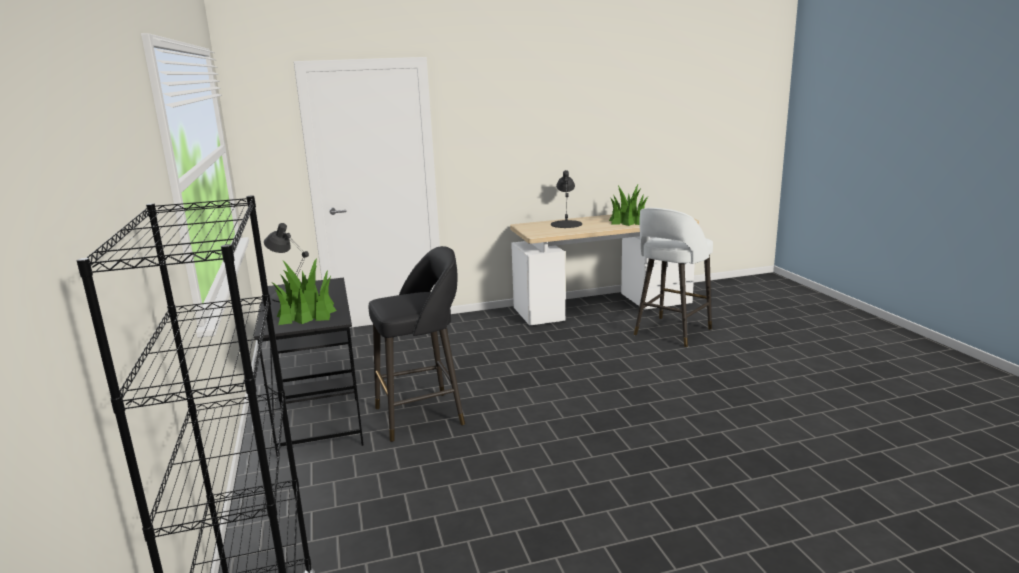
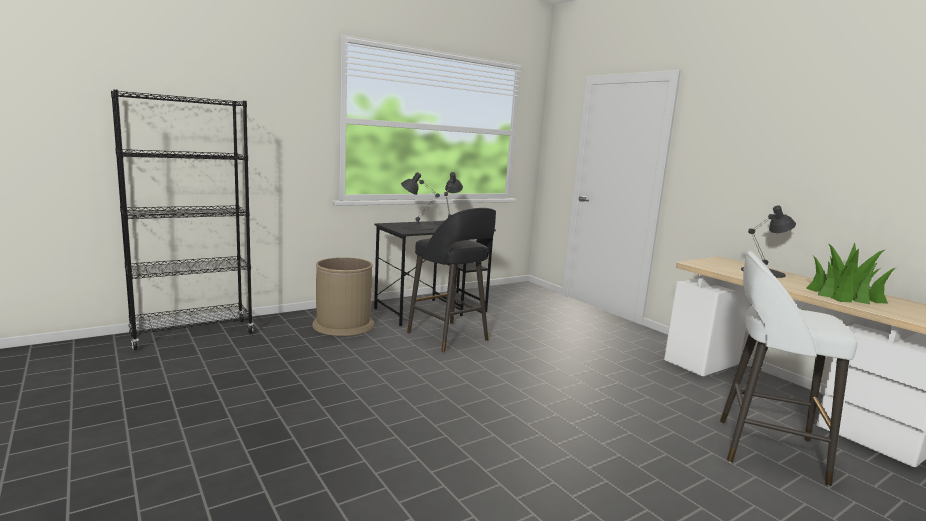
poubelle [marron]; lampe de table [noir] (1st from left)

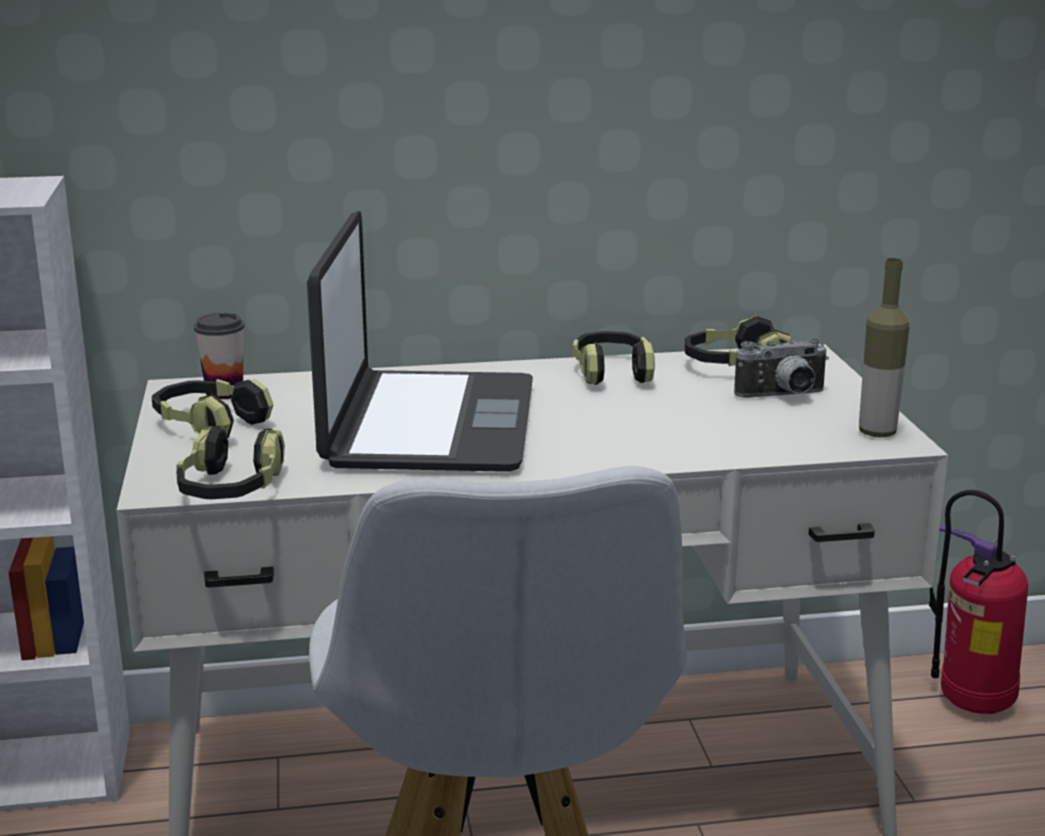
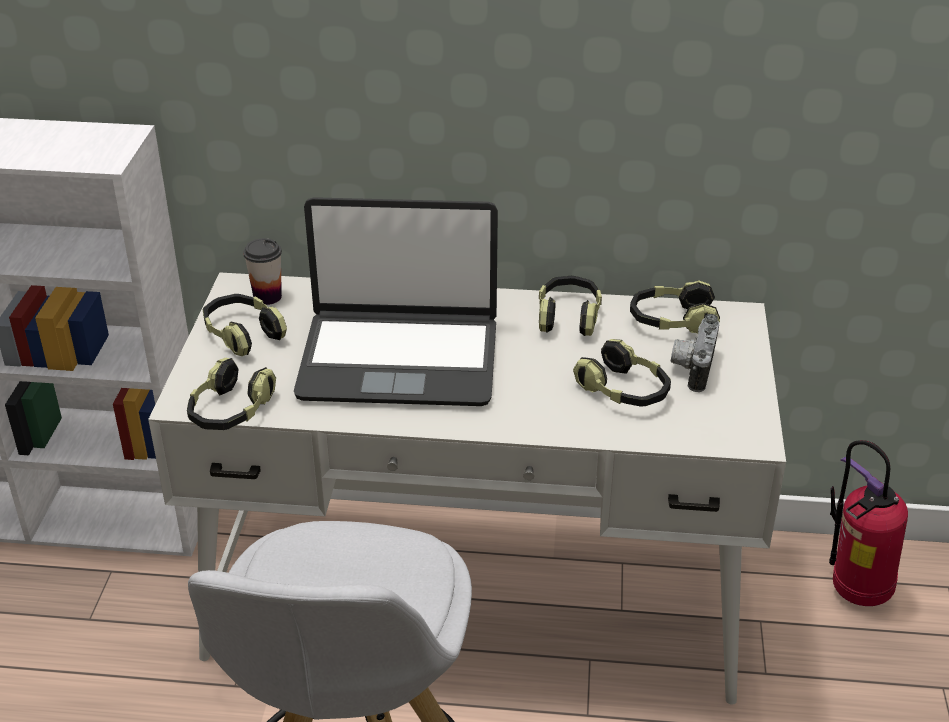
bouteille; casque audio (4th from left); ordinateur portable; appareil photo

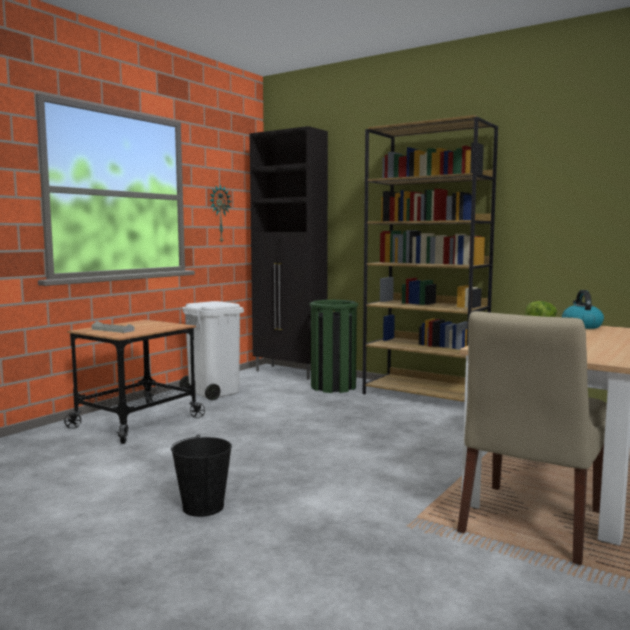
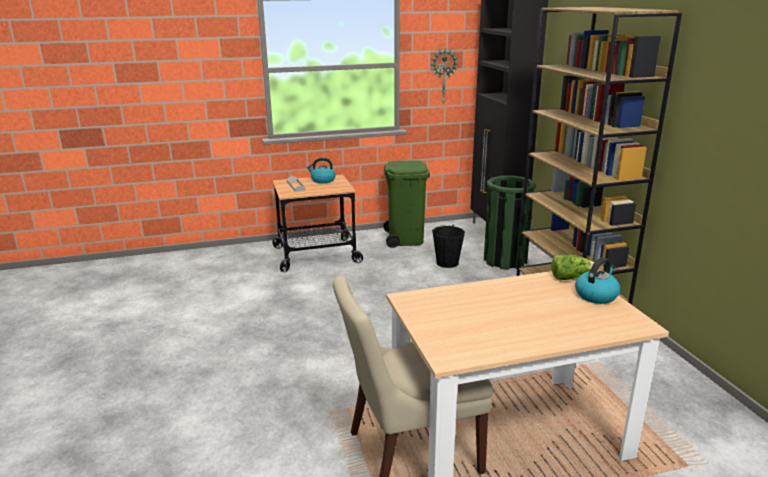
bouilloire (1st from left); seau [noir]; poubelle [vert] (1st from left)

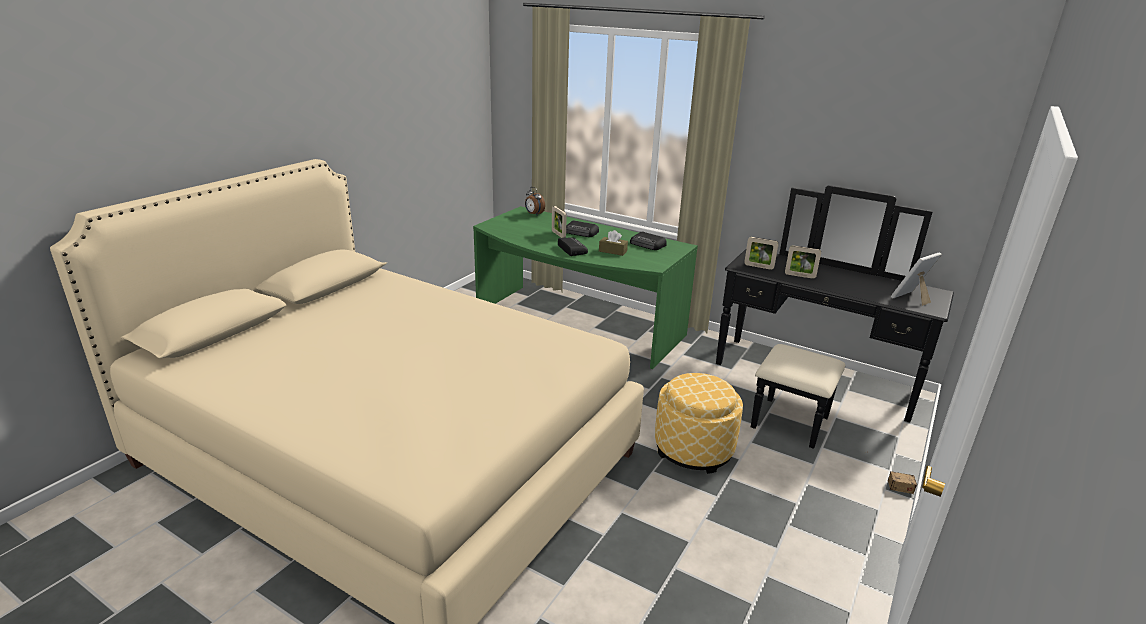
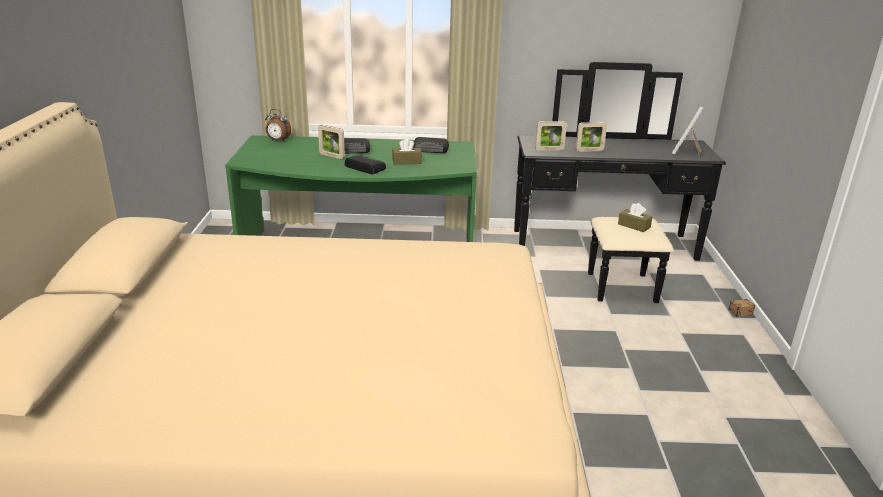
pouf; boîte à mouchoirs [marron] (2nd from left)

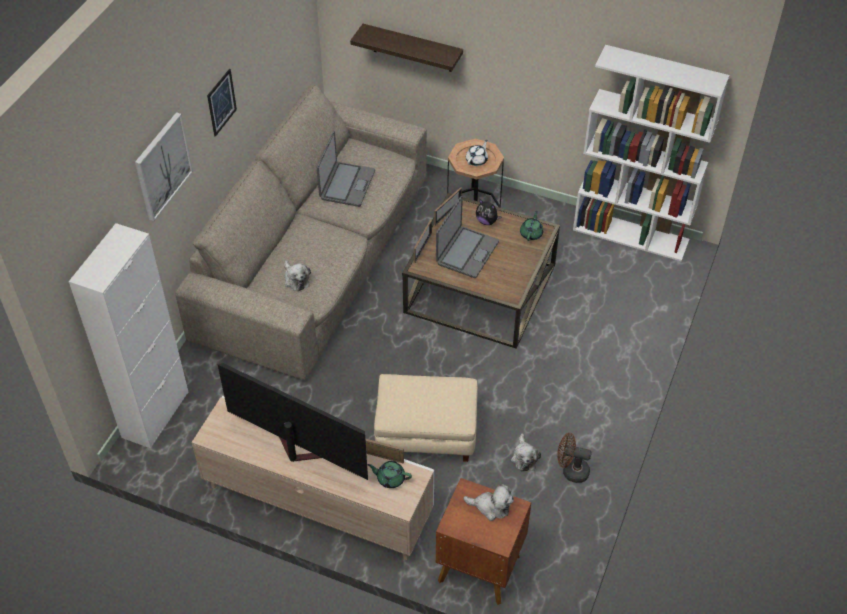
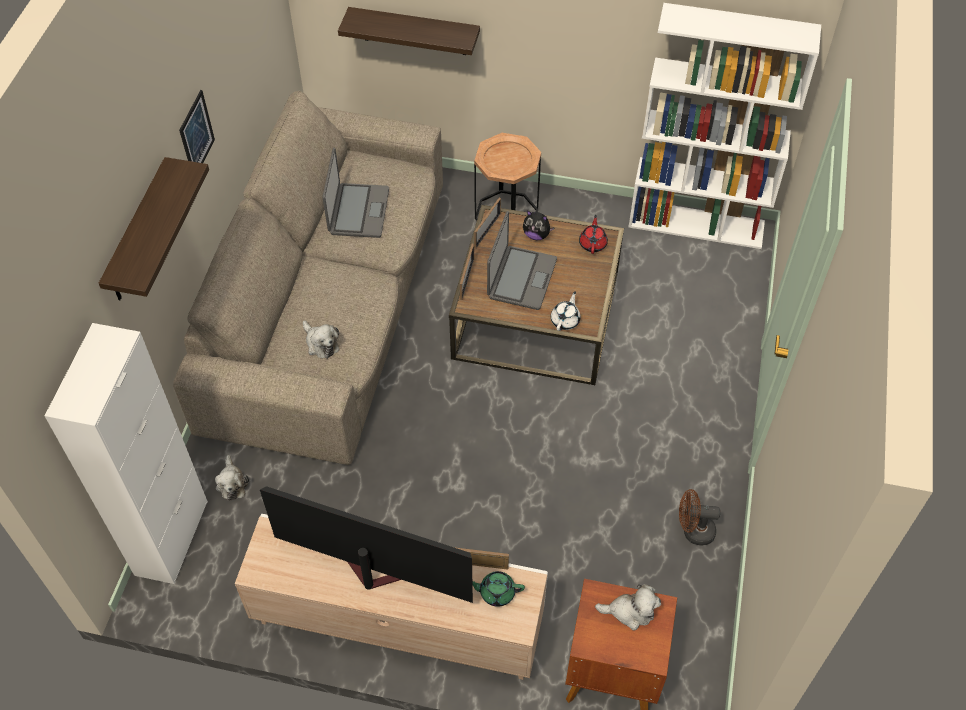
pouf [beige]; théière [blanc]; peluche (1st from left); étagère (1st from left); théière [rouge]

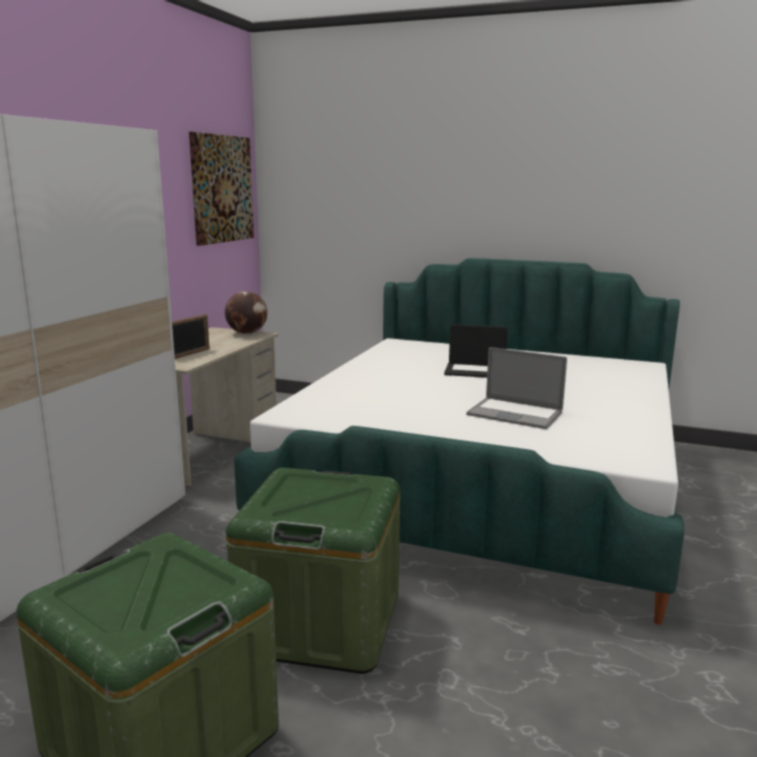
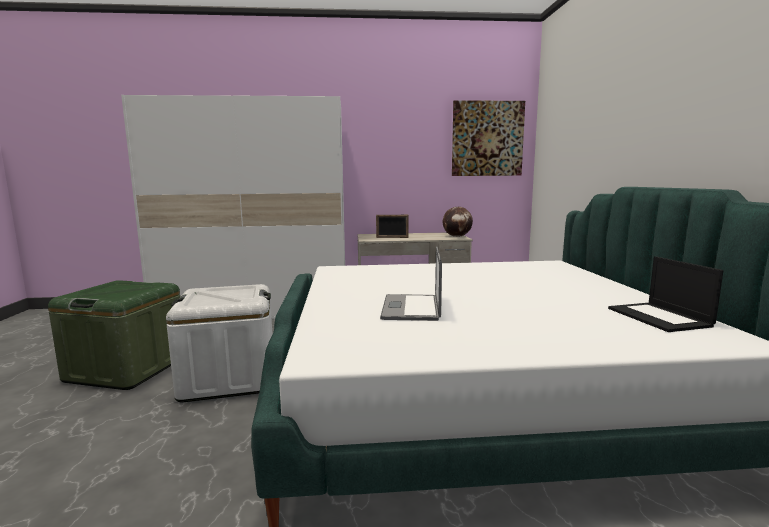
ordinateur portable (2nd from left); boîte de rangement [blanc]

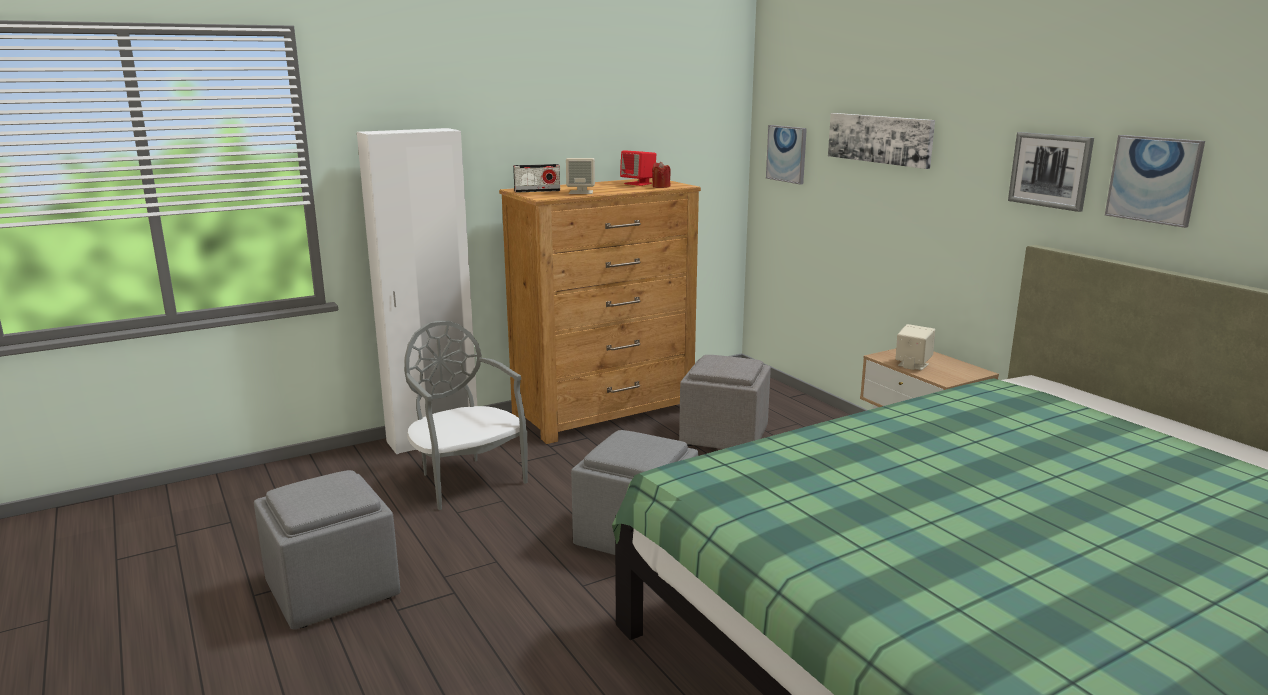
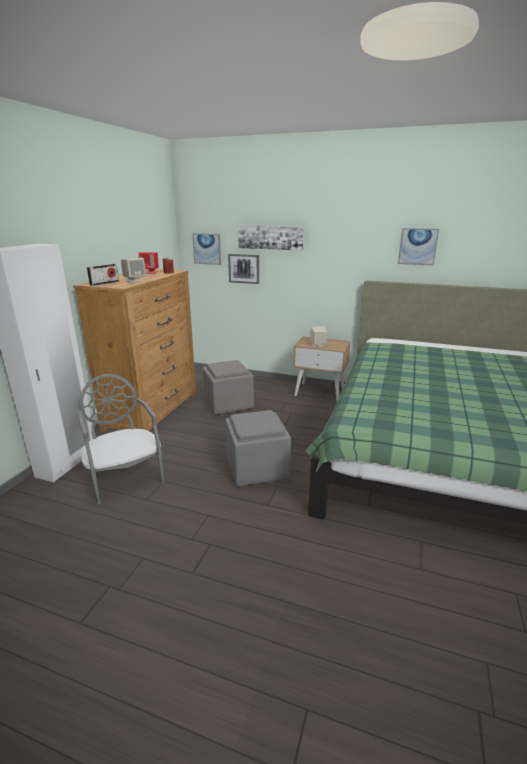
pouf [gris] (1st from left in the first image); tableau (2nd from left); chaise [gris]

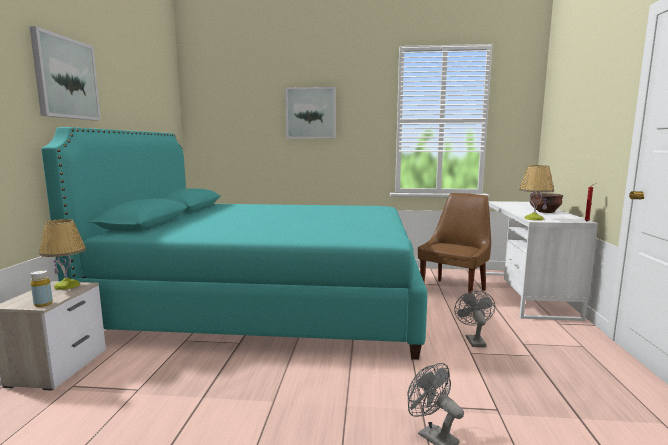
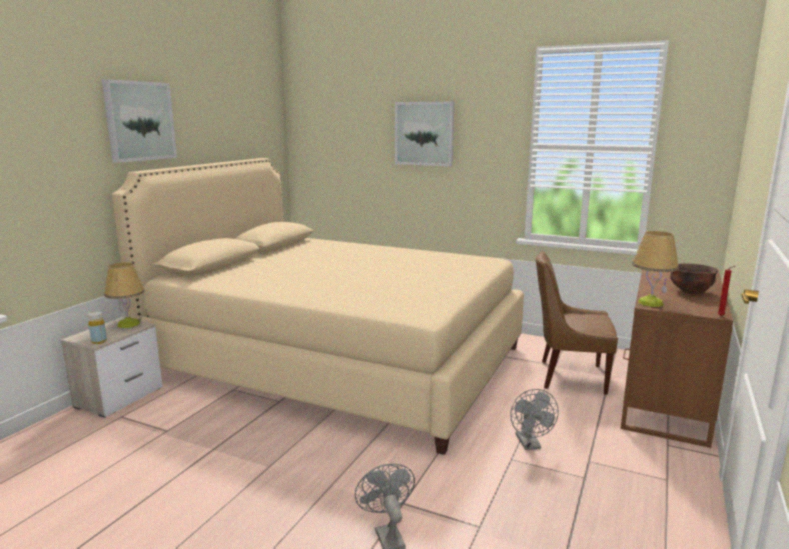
lit [beige]; bureau [marron]; chaise [marron]; ventilateur [gris] (2nd from left)

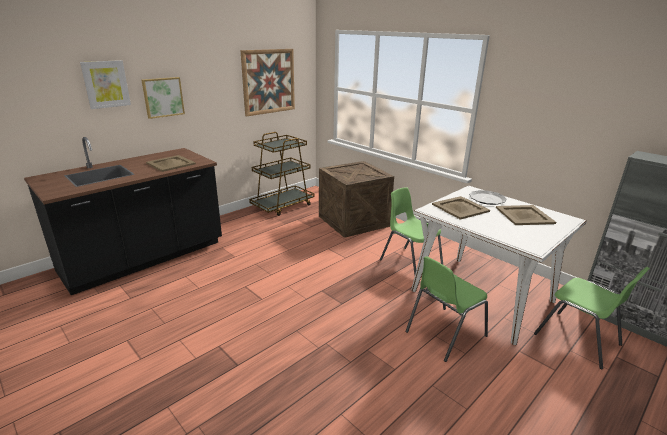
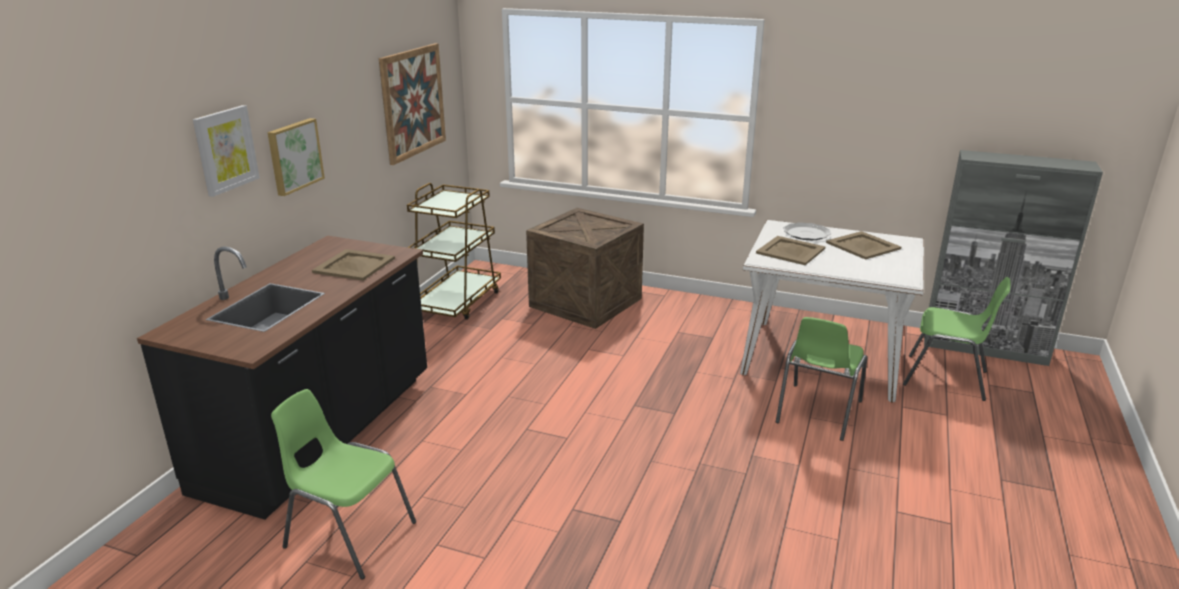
chaise [vert] (1st from left)

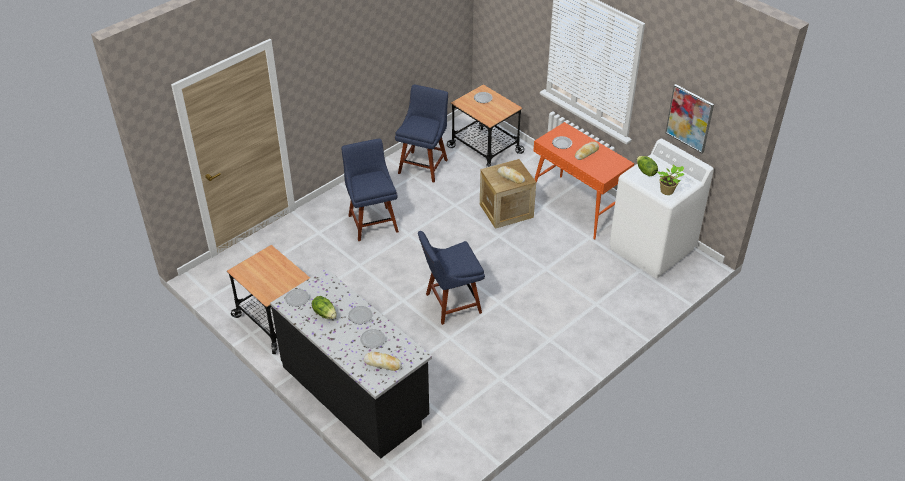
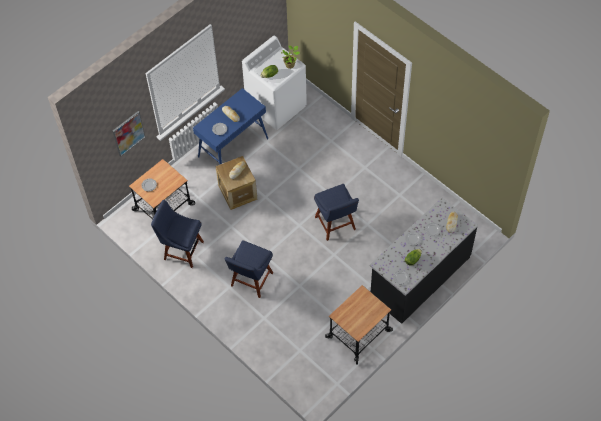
tableau; table console [bleu]; chaise [bleu] (2nd from left)

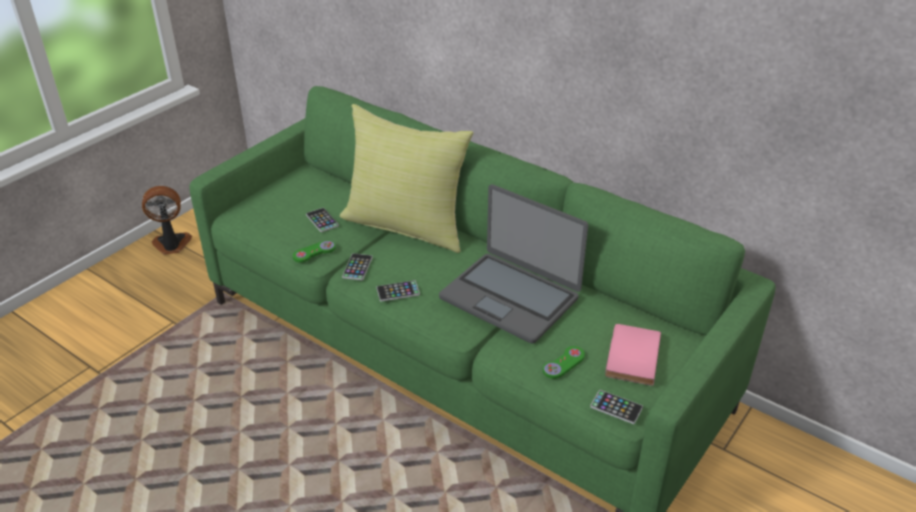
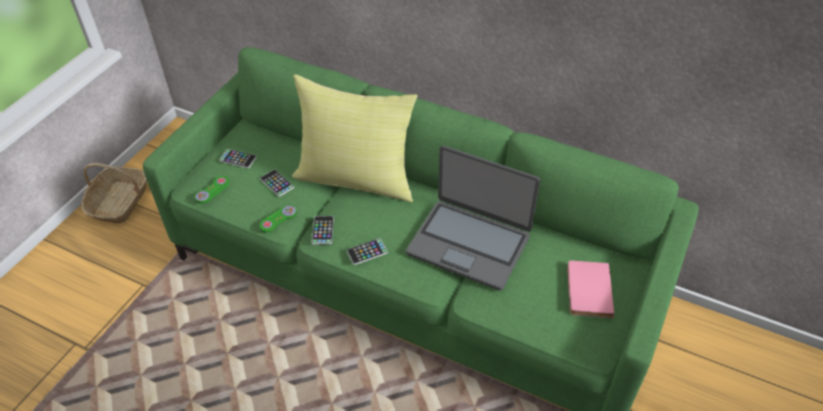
manette [vert] (1st from left); téléphone (1st from left); panier

